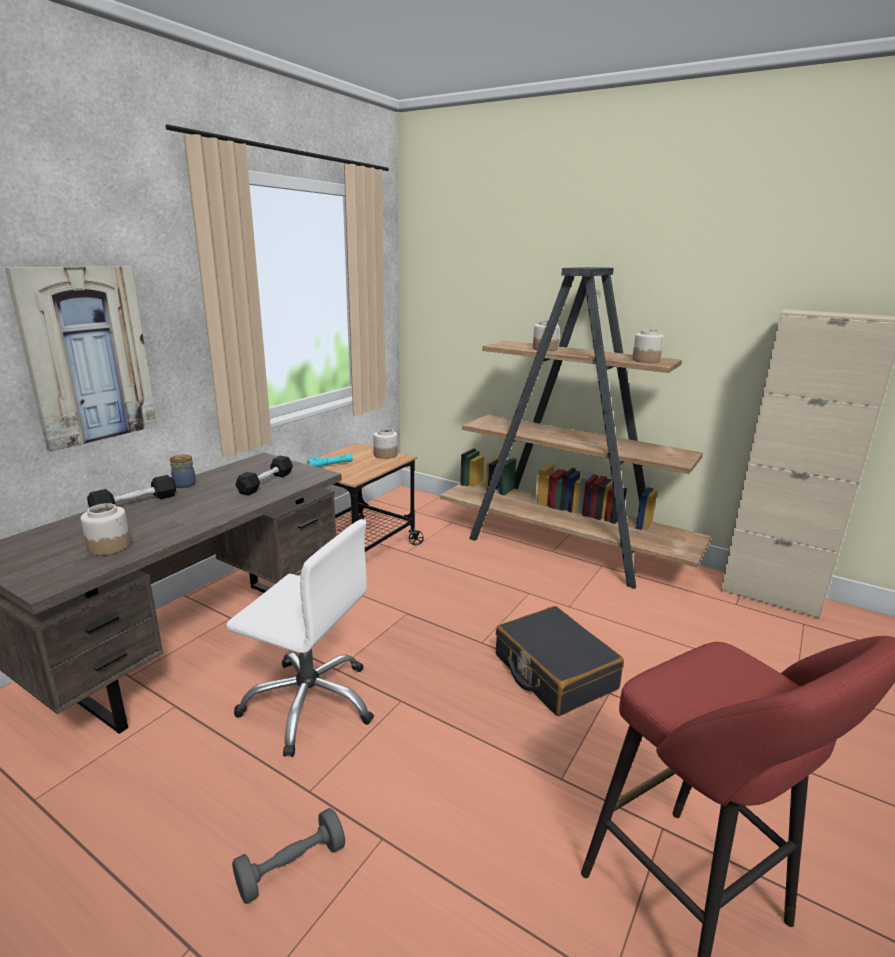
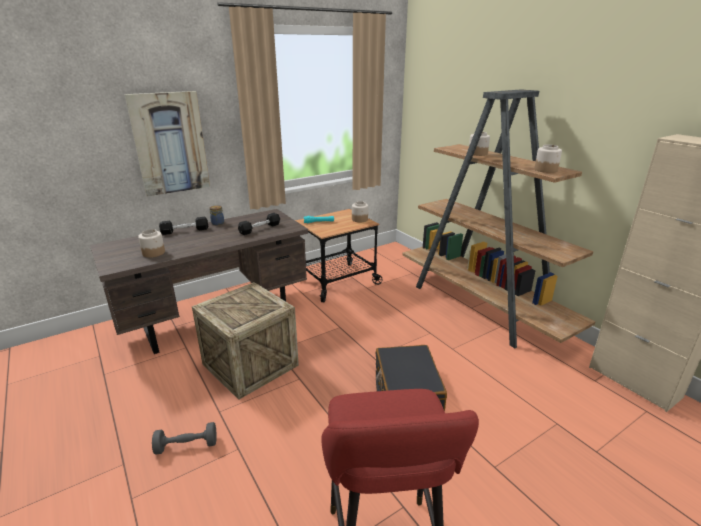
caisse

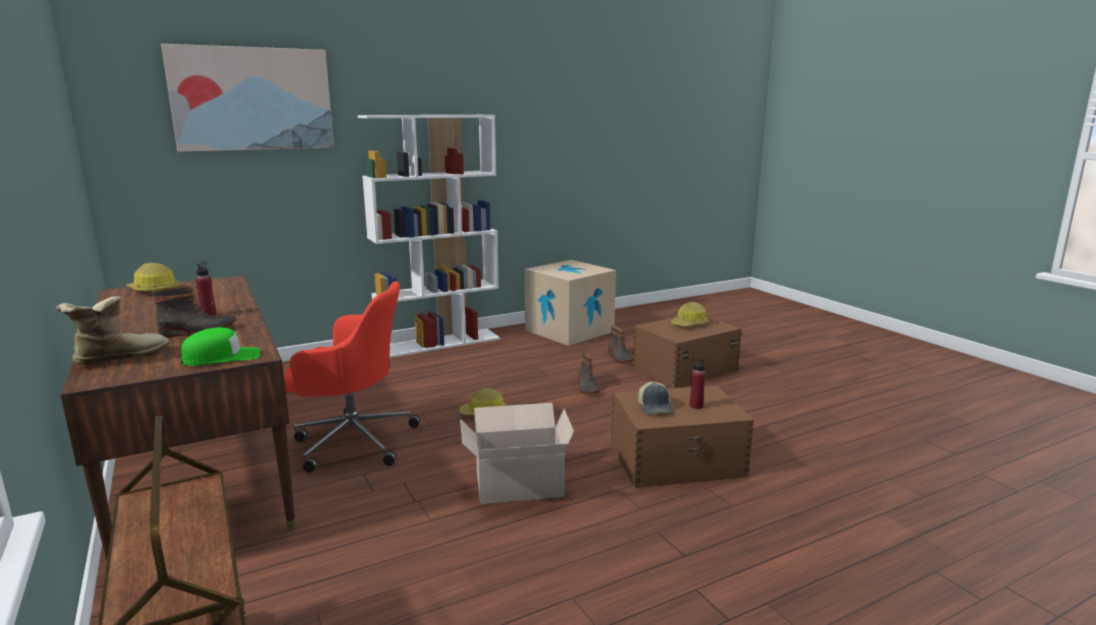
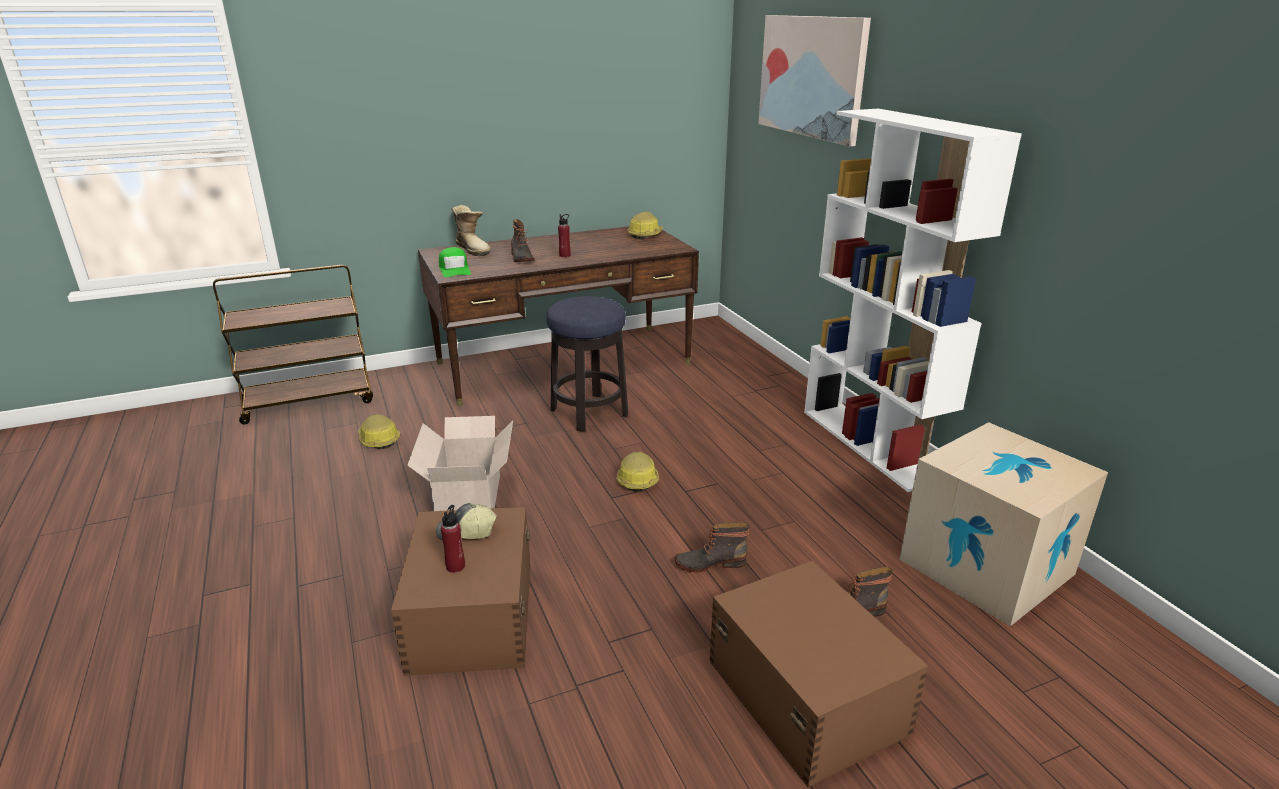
casque de chantier (1st from left); tabouret

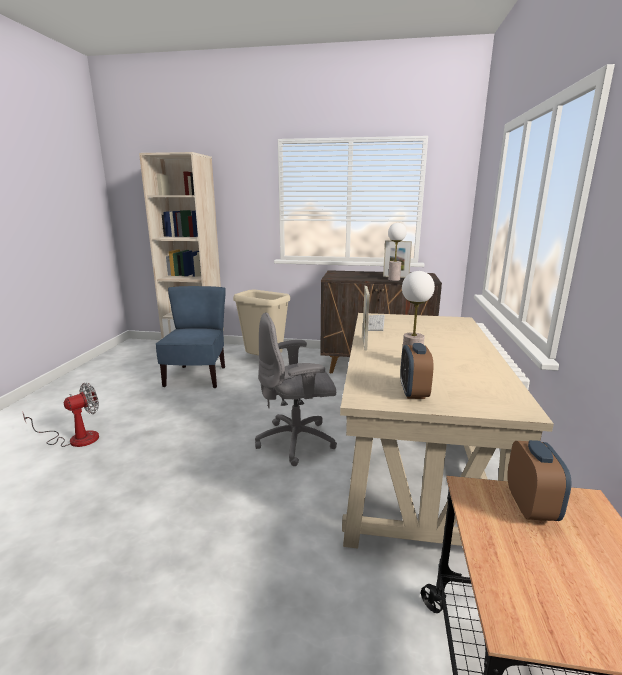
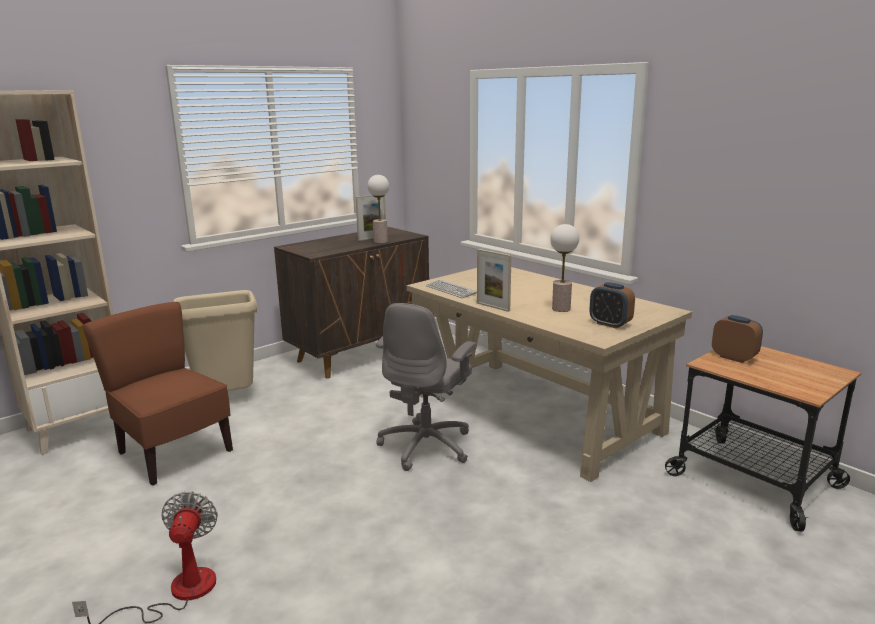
chaise [marron]

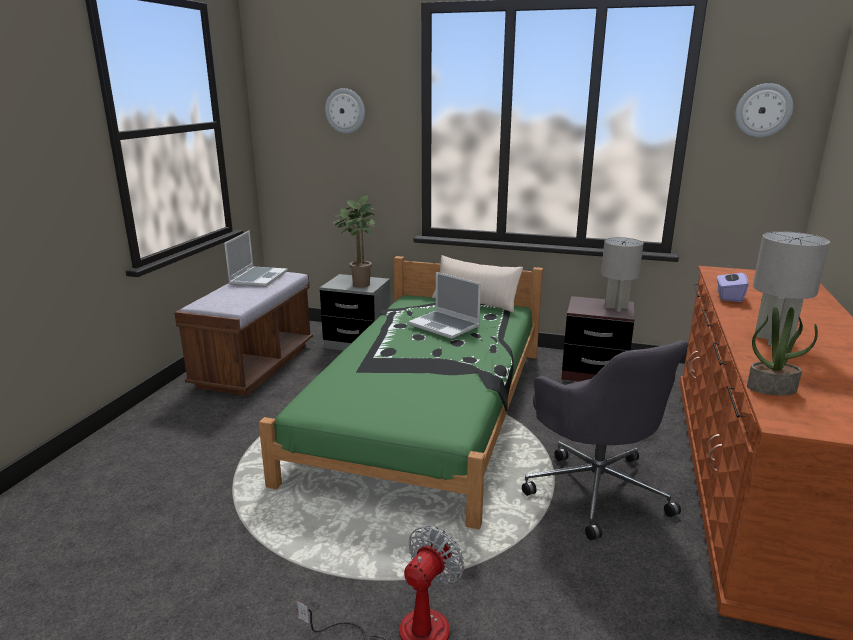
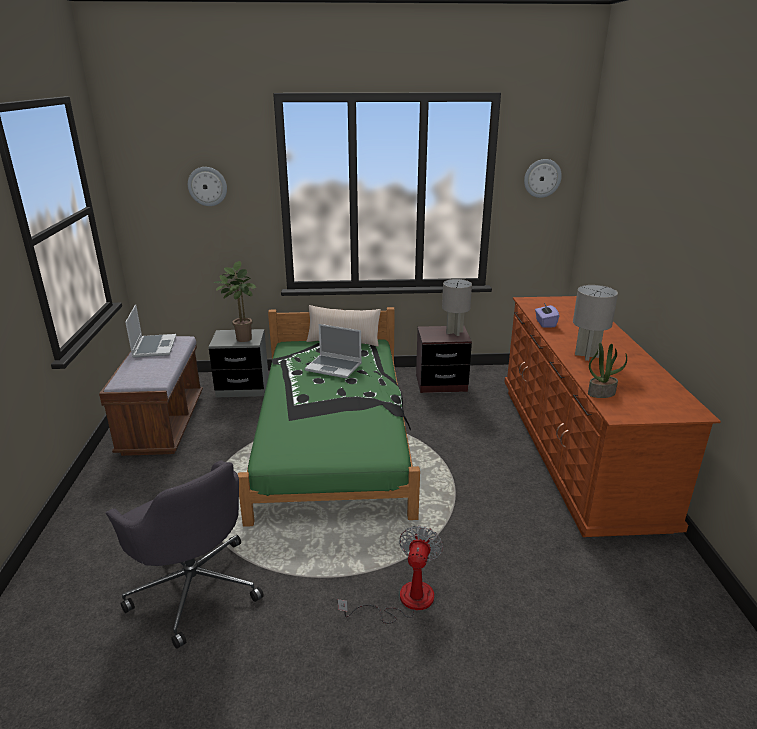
chaise de bureau [gris]

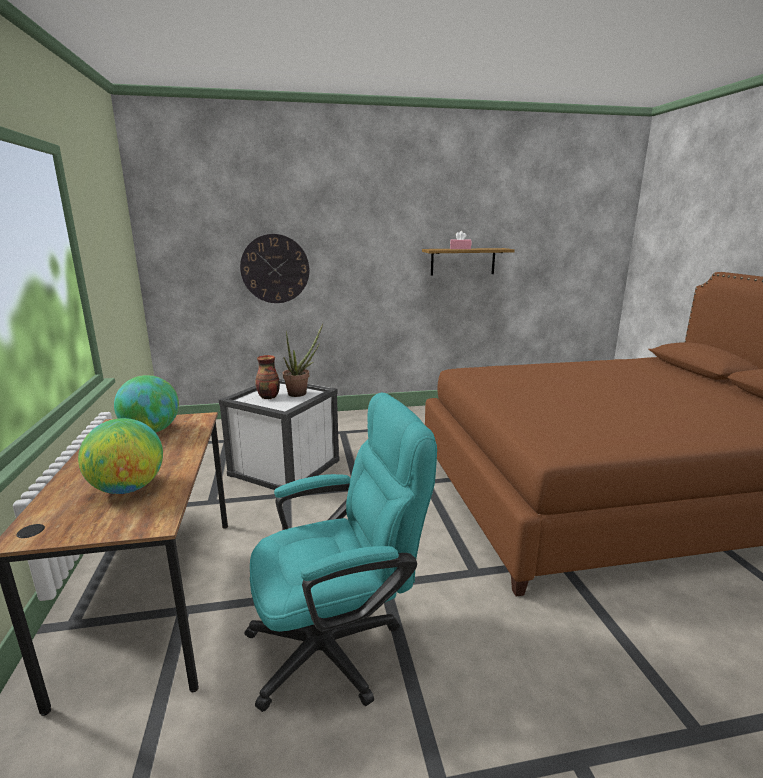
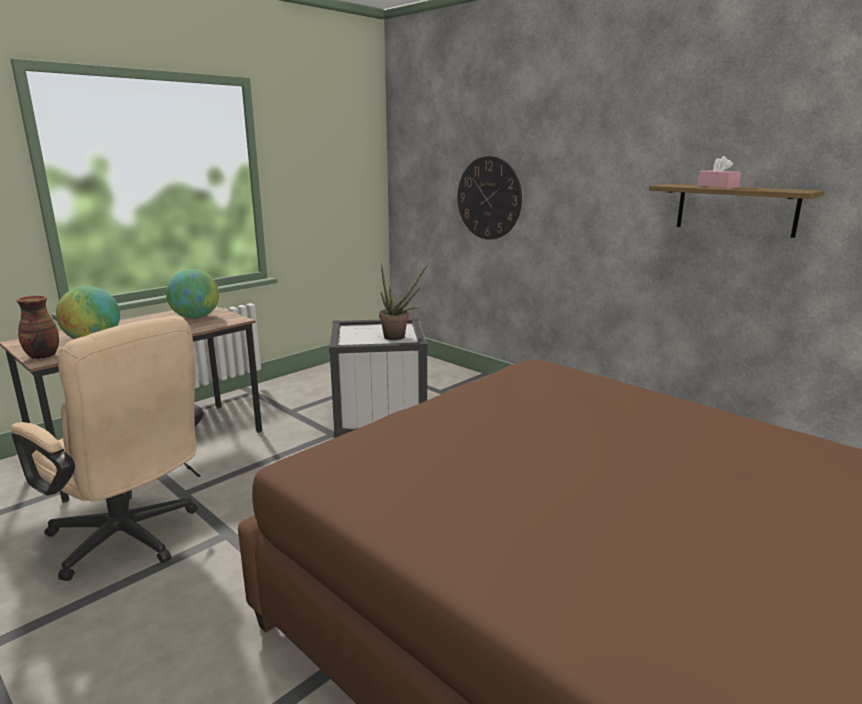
vase; chaise de bureau [beige]

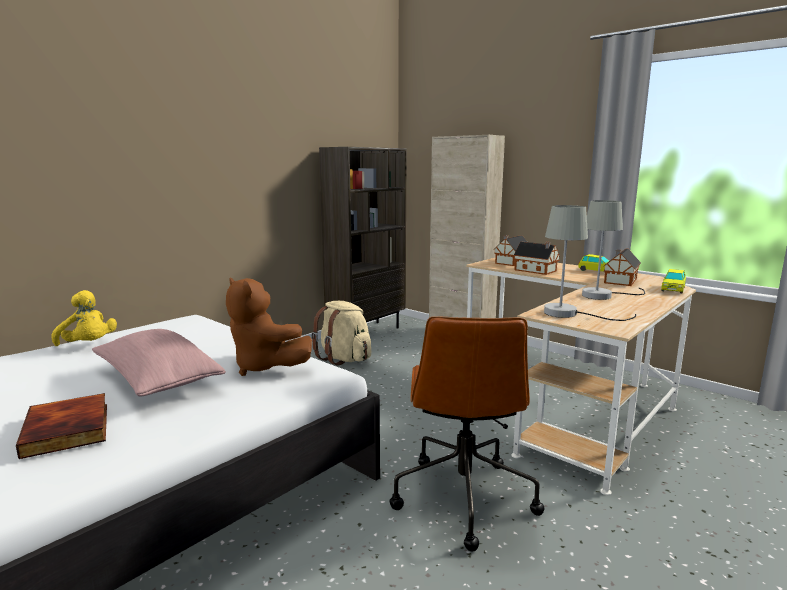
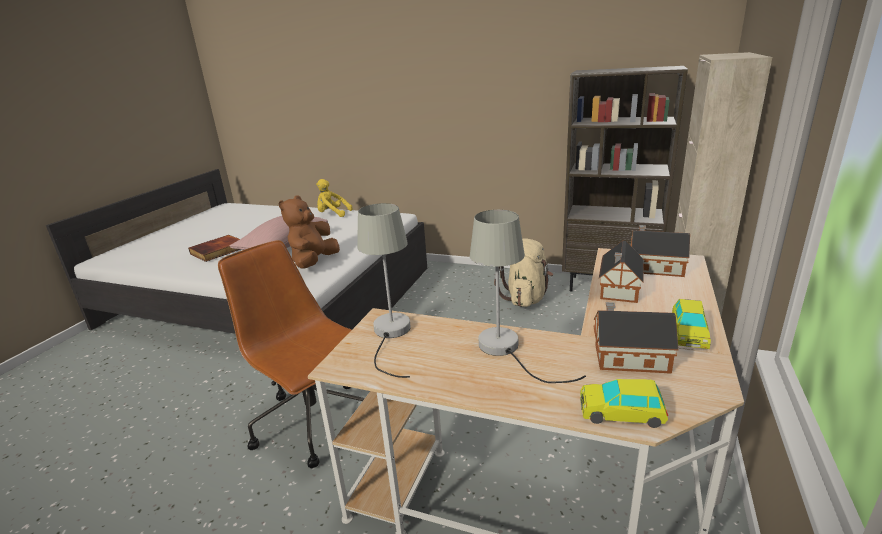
peluche [jaune]; chaise de bureau [marron]

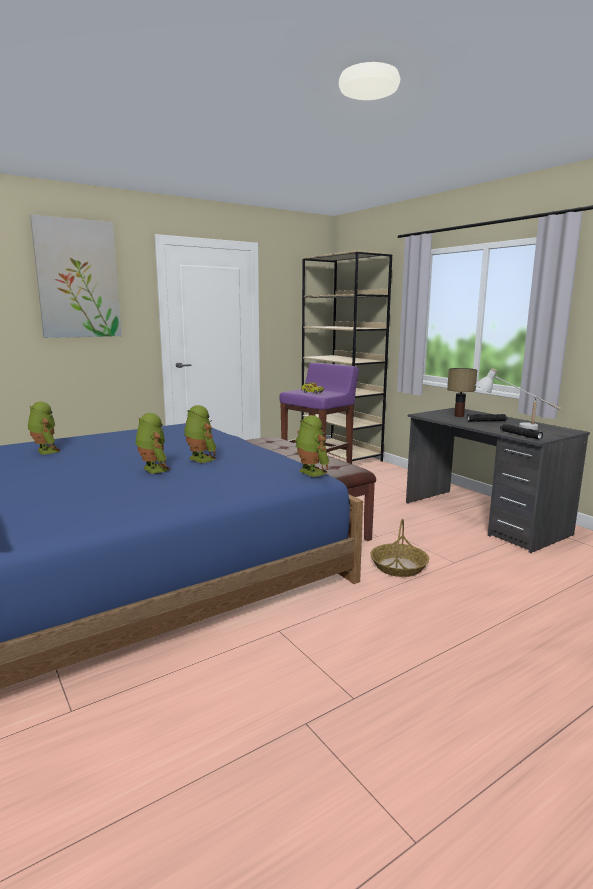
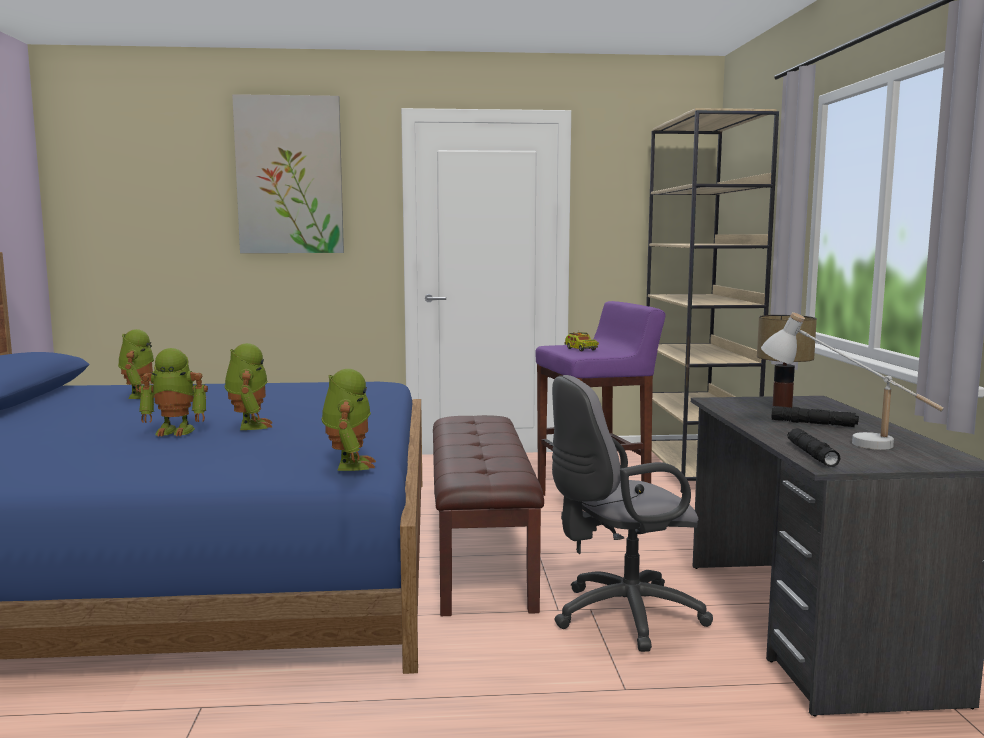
panier; chaise de bureau [gris]; robot jouet (2nd from left)

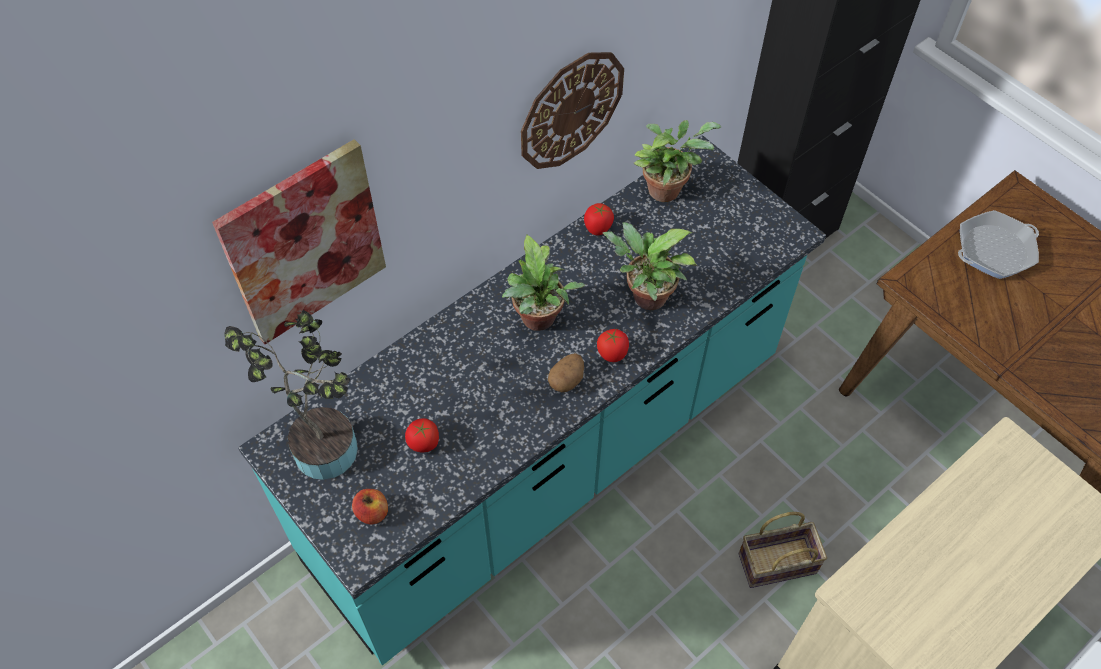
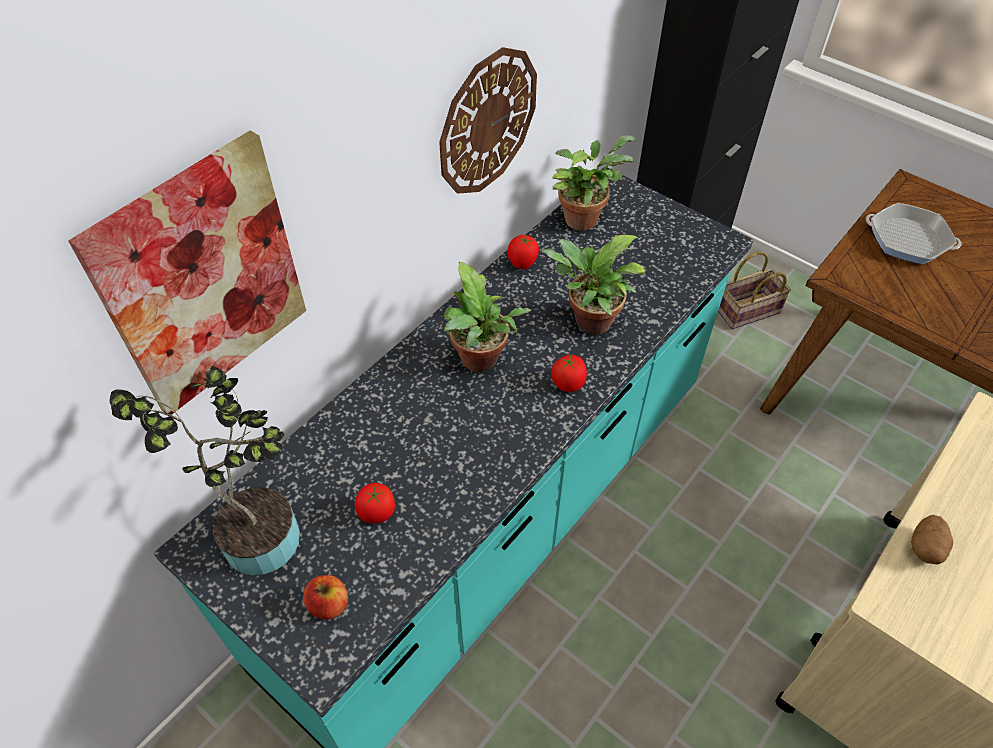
pomme de terre; panier; poêle

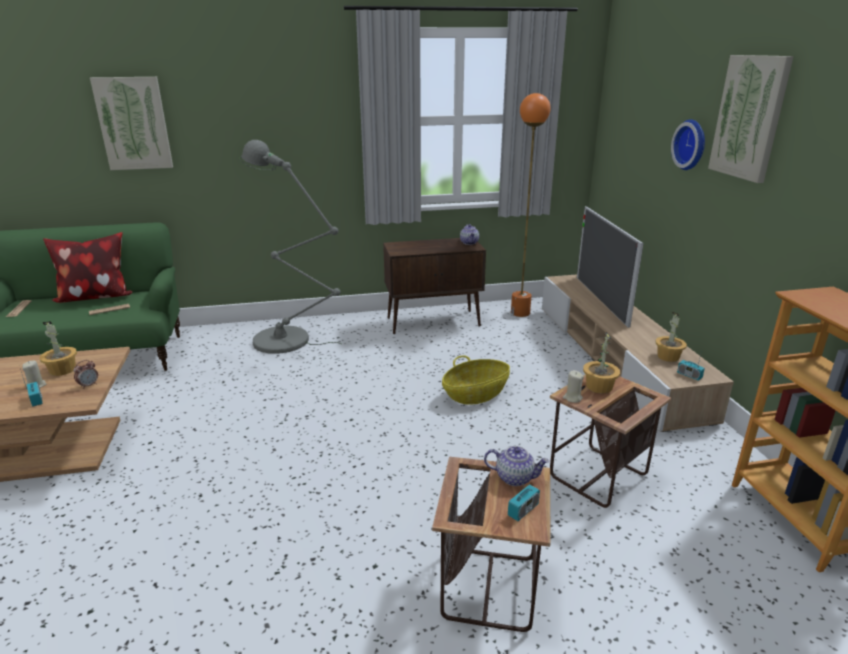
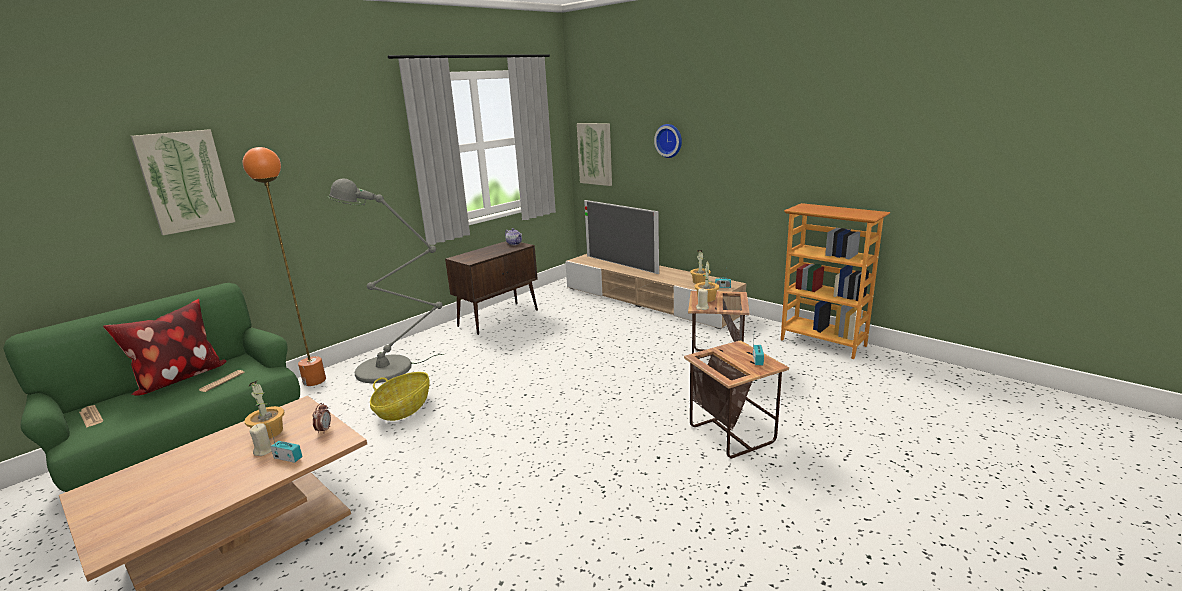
théière (2nd from left in the first image); panier; lampadaire [orange]; tableau (2nd from left)

